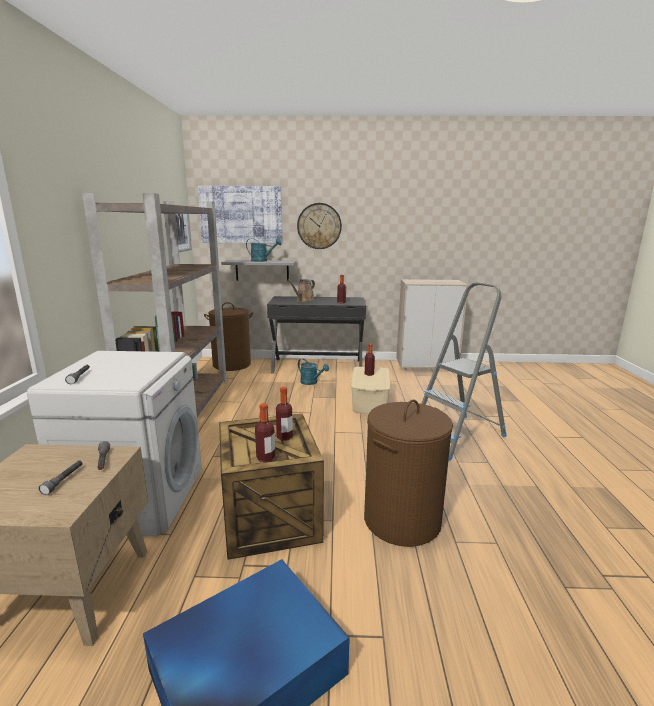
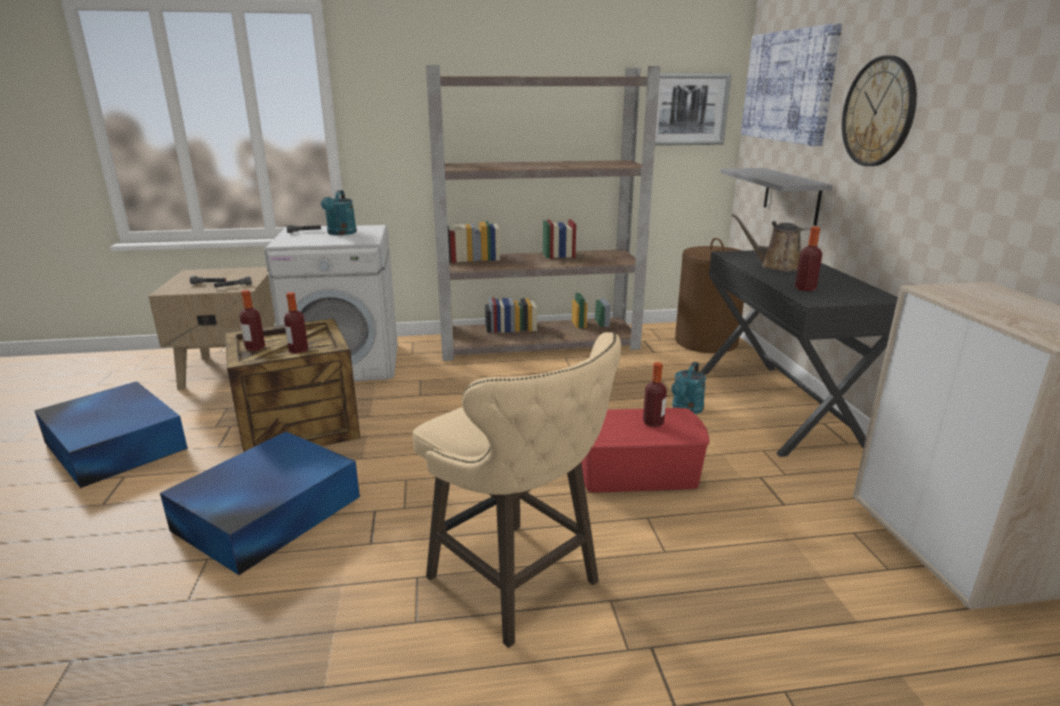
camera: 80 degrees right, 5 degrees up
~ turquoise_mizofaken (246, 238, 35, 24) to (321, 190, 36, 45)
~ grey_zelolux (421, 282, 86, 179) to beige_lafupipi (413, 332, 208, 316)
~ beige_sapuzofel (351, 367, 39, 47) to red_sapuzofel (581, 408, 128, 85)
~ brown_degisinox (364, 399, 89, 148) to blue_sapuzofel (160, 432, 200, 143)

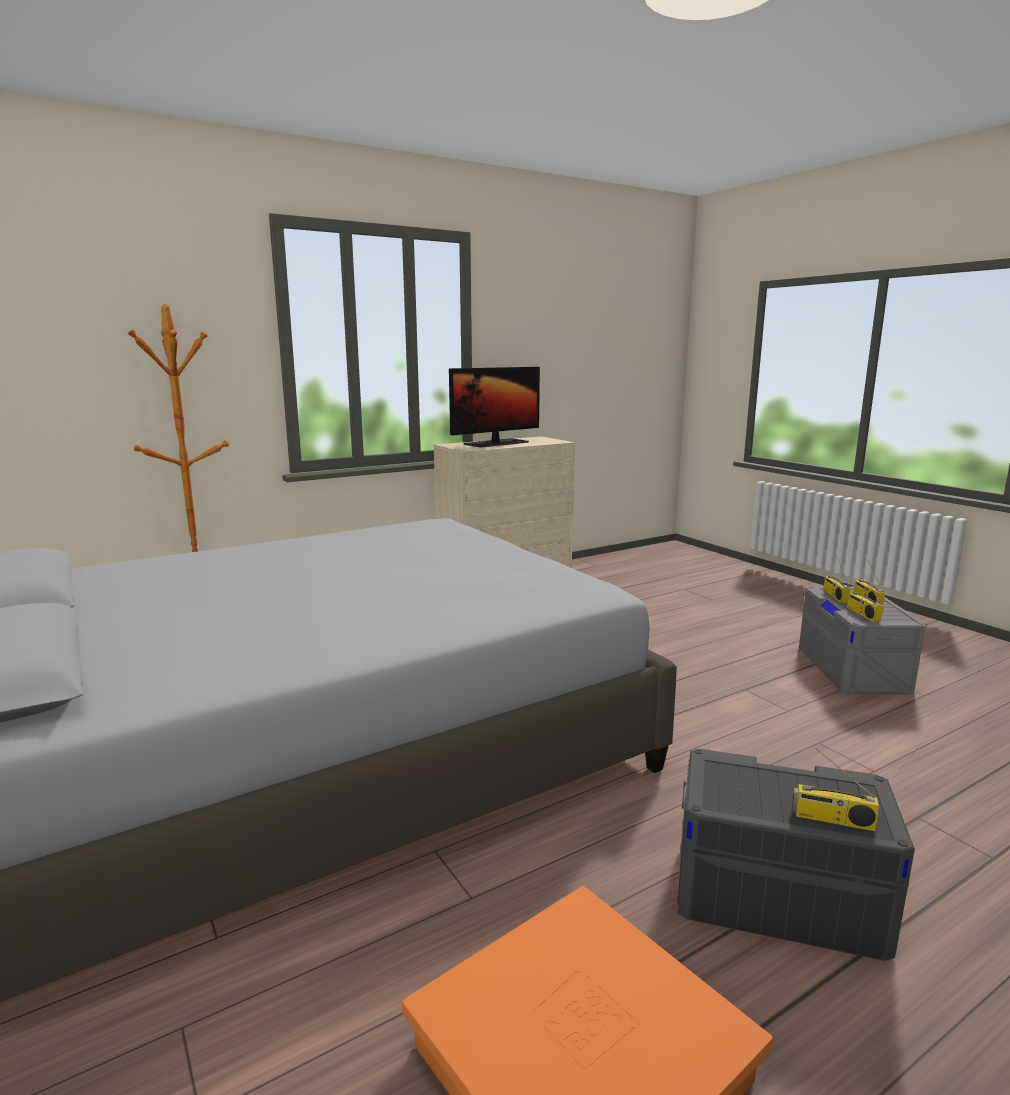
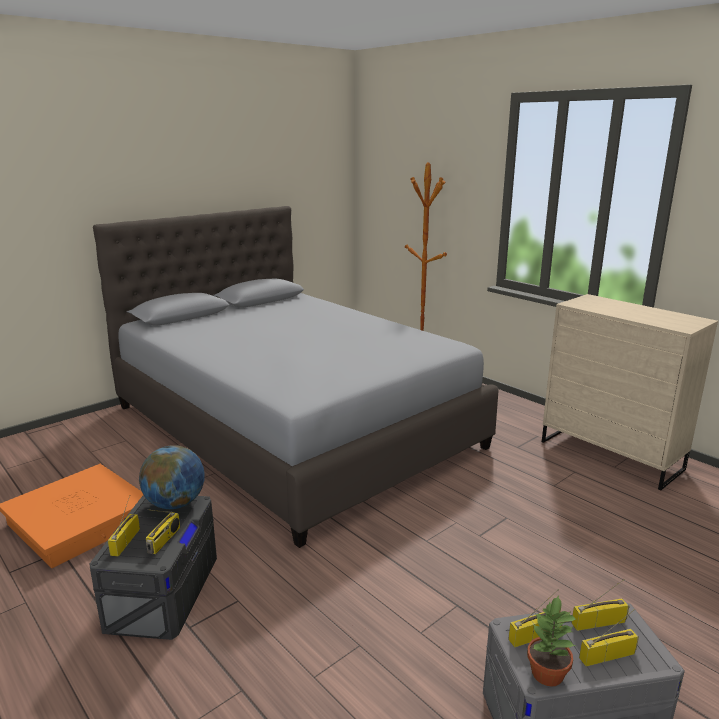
camera: 80 degrees right, 5 degrees up
- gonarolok (449, 367, 91, 81)
+ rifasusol (139, 445, 66, 64)
+ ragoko (146, 510, 34, 44)
+ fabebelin (527, 595, 49, 92)

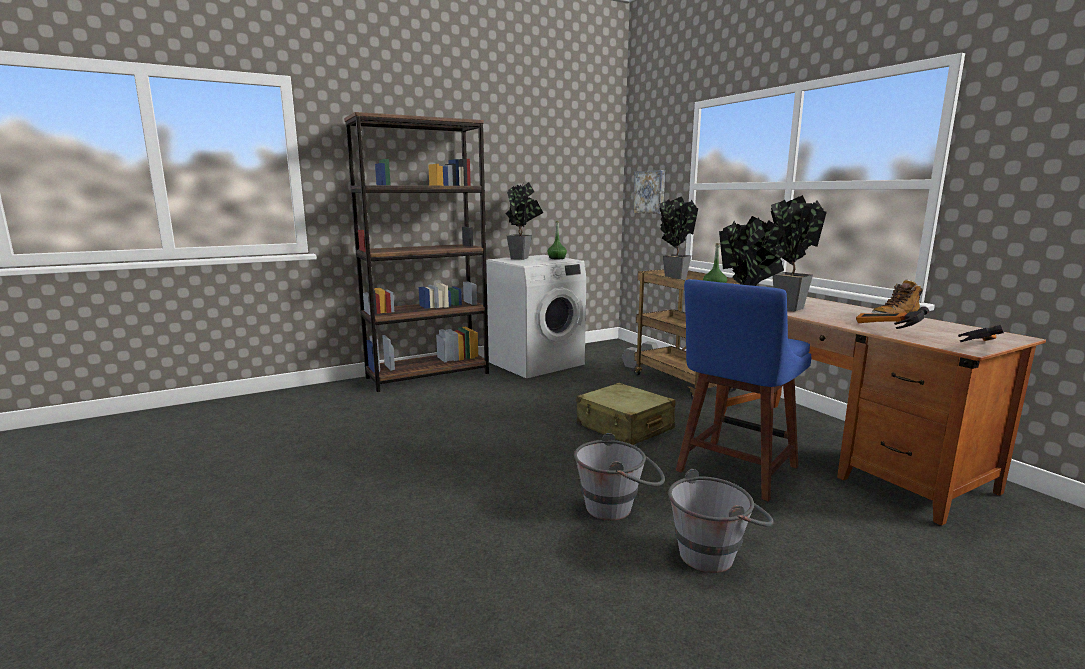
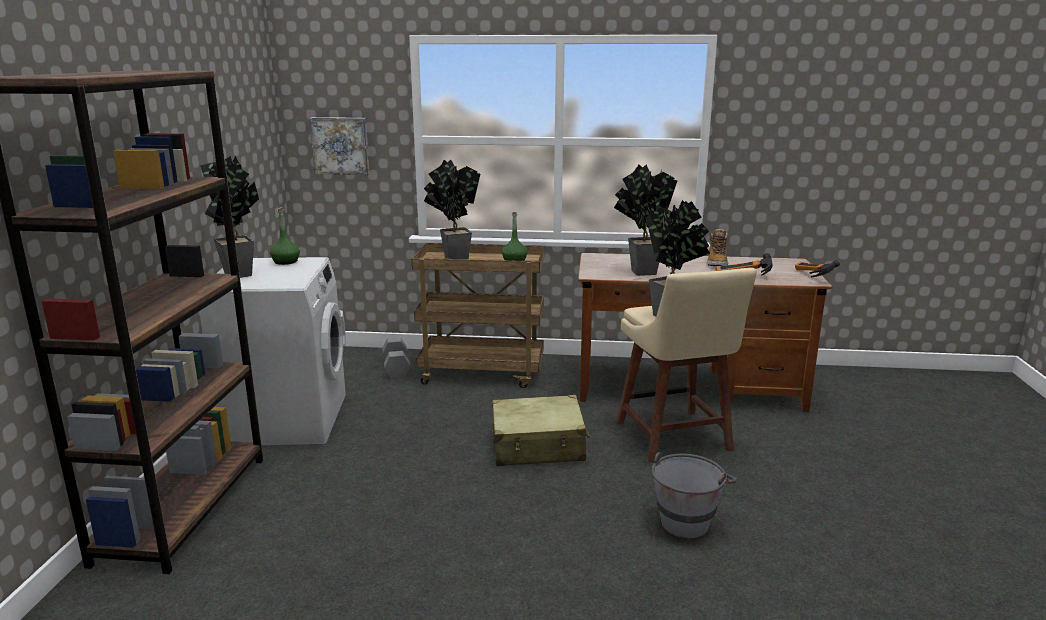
camera: 55 degrees left, 5 degrees up
~ blue_lafupipi (676, 279, 135, 223) to beige_lafupipi (616, 268, 141, 195)
- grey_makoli (668, 469, 106, 104)

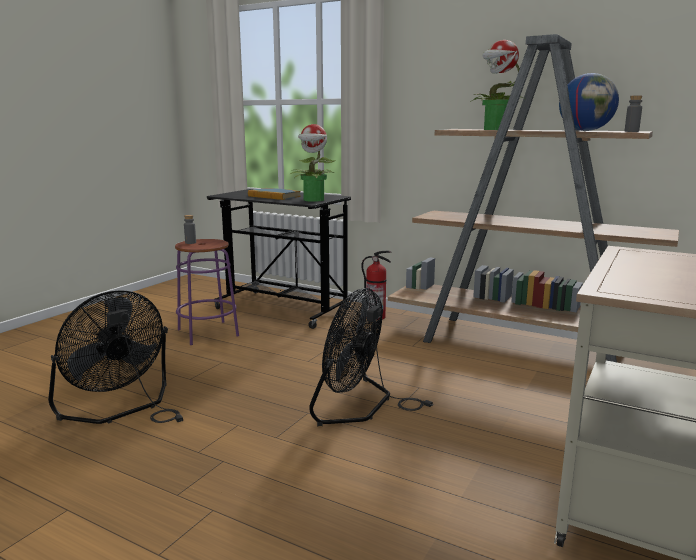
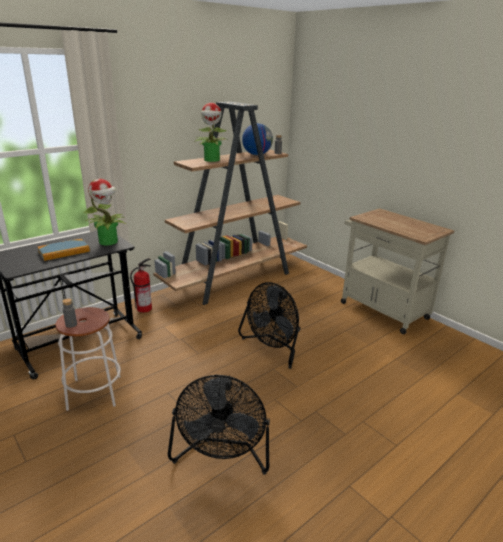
camera: 70 degrees left, 10 degrees up
~ purple_lafupipi (175, 239, 64, 106) to white_lafupipi (55, 307, 66, 104)
~ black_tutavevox (48, 291, 135, 133) = (168, 375, 102, 100) 60 degrees counterclockwise

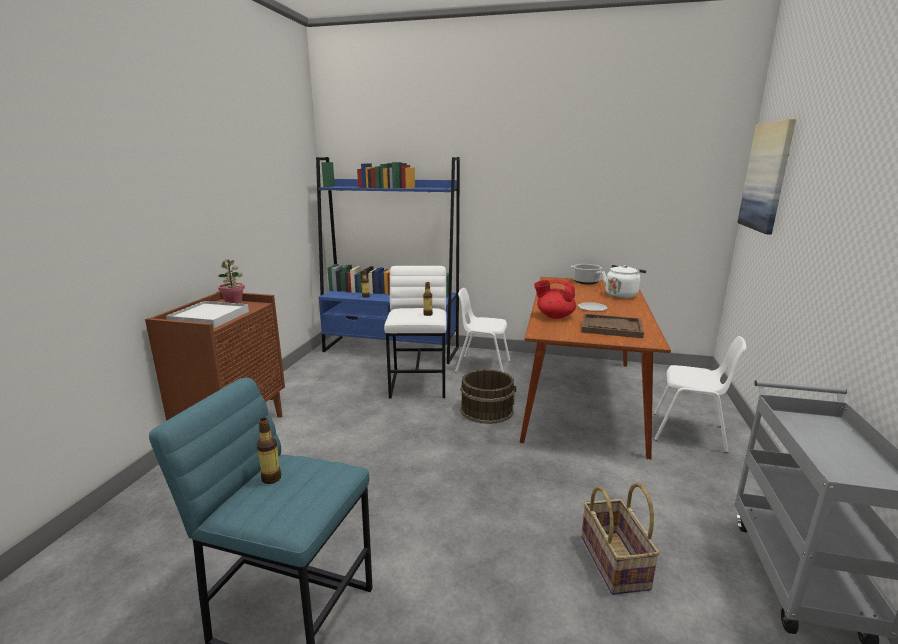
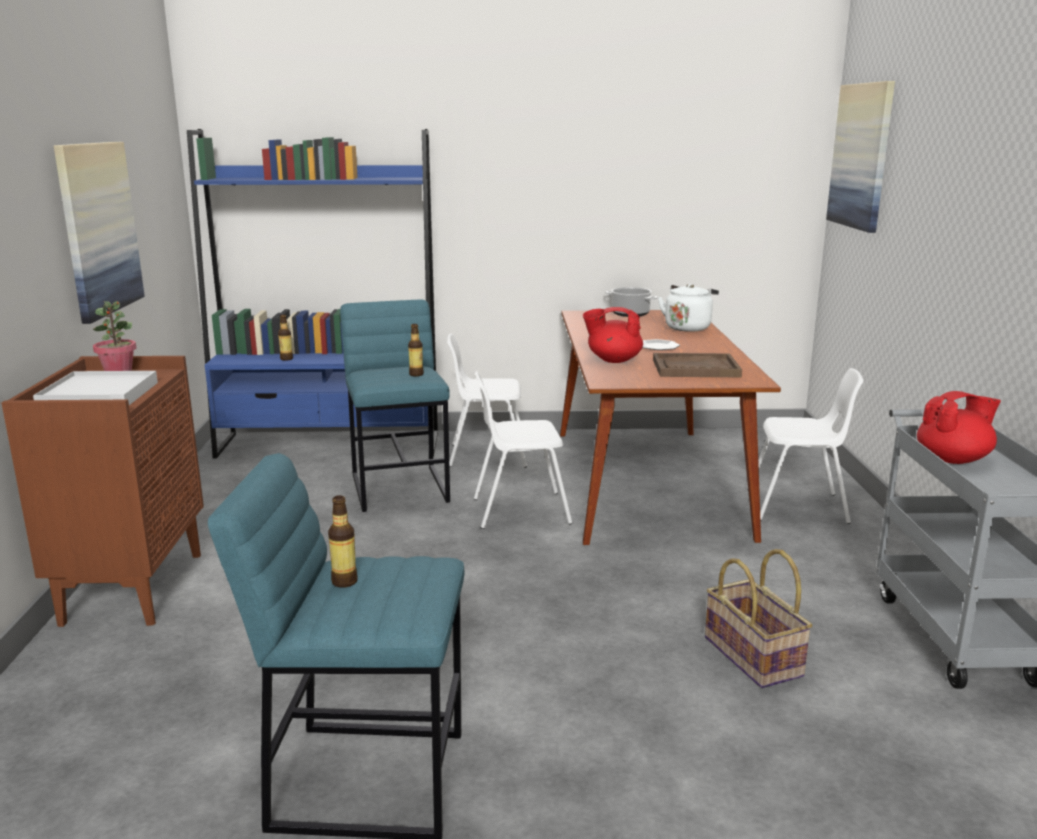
camera: 15 degrees left, 0 degrees up
~ white_lafupipi (384, 266, 63, 132) to blue_lafupipi (340, 300, 110, 212)
~ brown_makoli (460, 369, 56, 55) to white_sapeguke (474, 371, 98, 158)
+ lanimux (54, 142, 91, 182)
+ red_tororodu (917, 391, 84, 73)

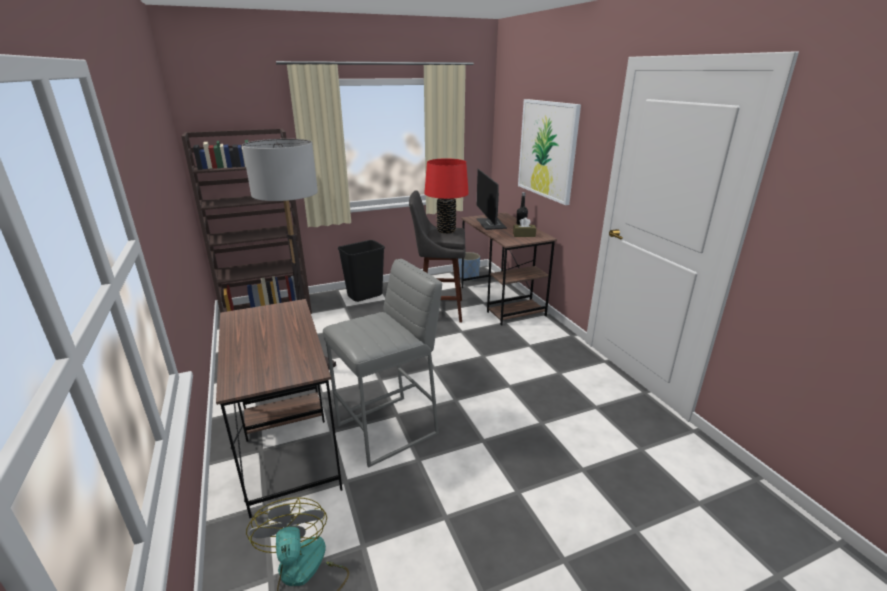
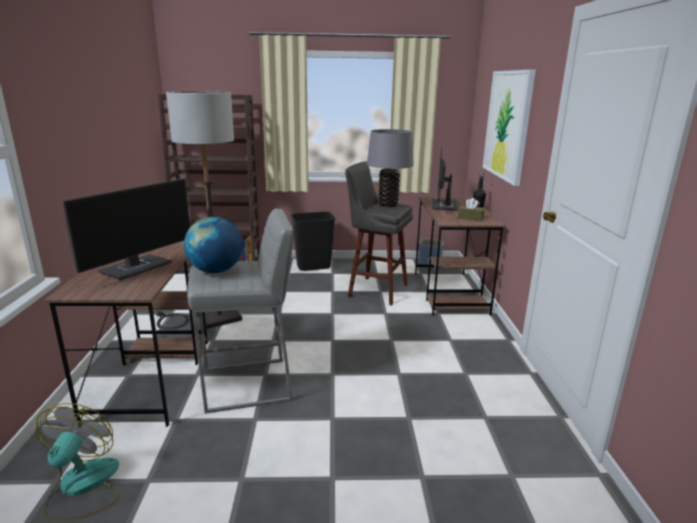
camera: 20 degrees right, 5 degrees down
~ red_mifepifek (424, 158, 45, 76) to grey_mifepifek (367, 129, 47, 78)
+ gonarolok (63, 178, 127, 102)
+ rifasusol (184, 217, 59, 56)

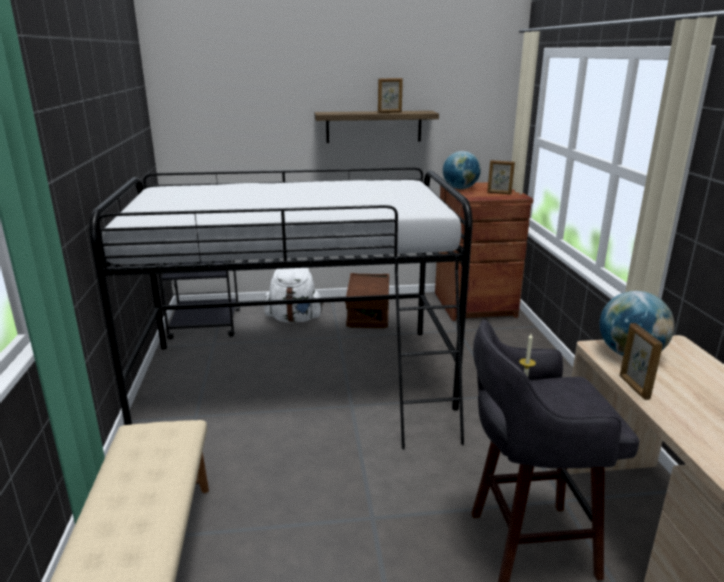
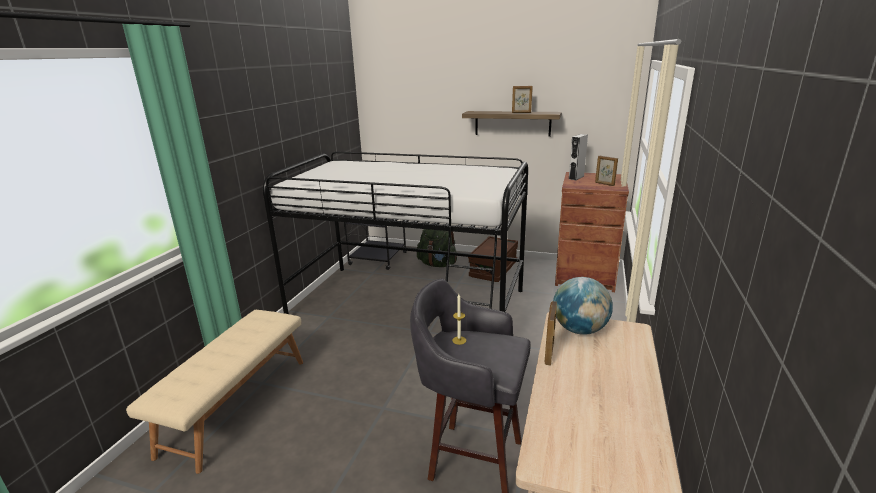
camera: 25 degrees right, 0 degrees up
~ rifasusol (443, 151, 38, 38) to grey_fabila (569, 134, 19, 46)
~ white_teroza (264, 268, 60, 55) to green_teroza (417, 229, 40, 38)

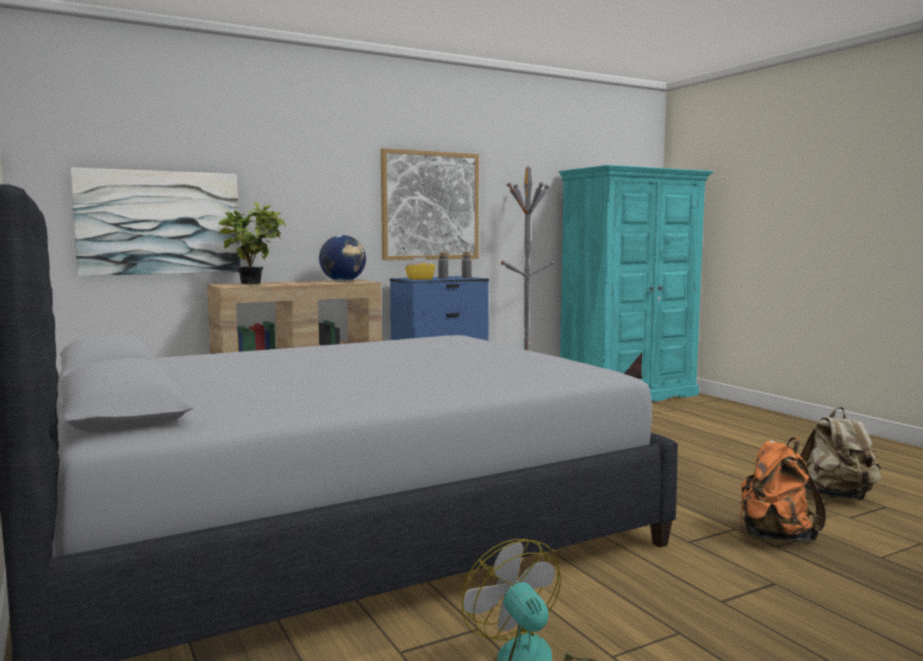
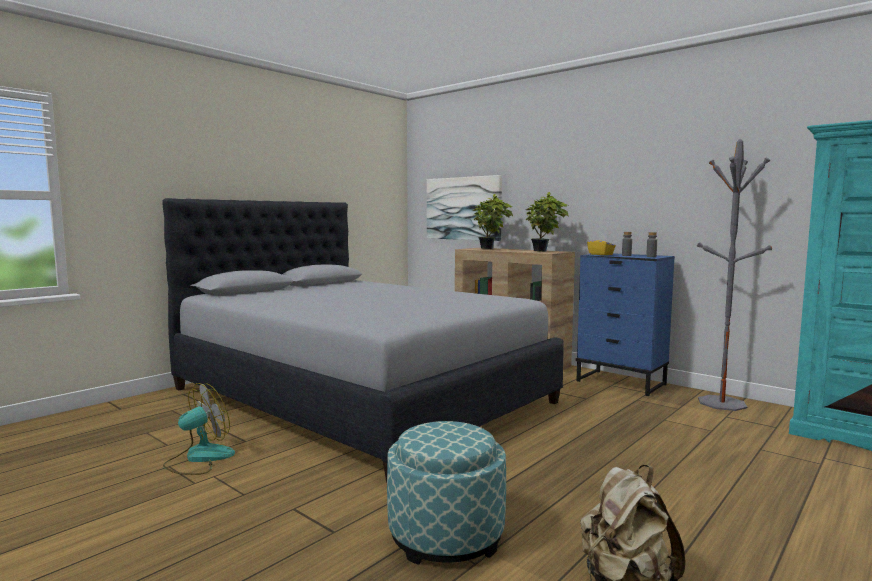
camera: 70 degrees right, 0 degrees up
- lanimux (381, 148, 98, 112)
~ rifasusol (319, 235, 47, 47) to fabebelin (526, 192, 43, 60)
~ orange_teroza (740, 437, 86, 104) to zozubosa (387, 421, 119, 144)

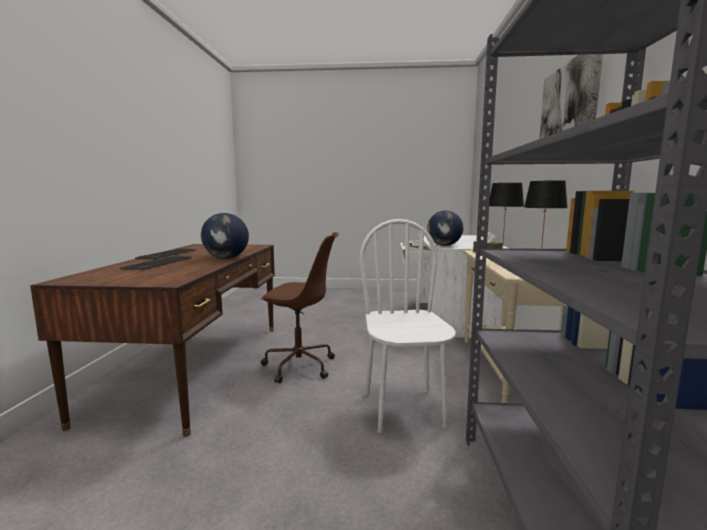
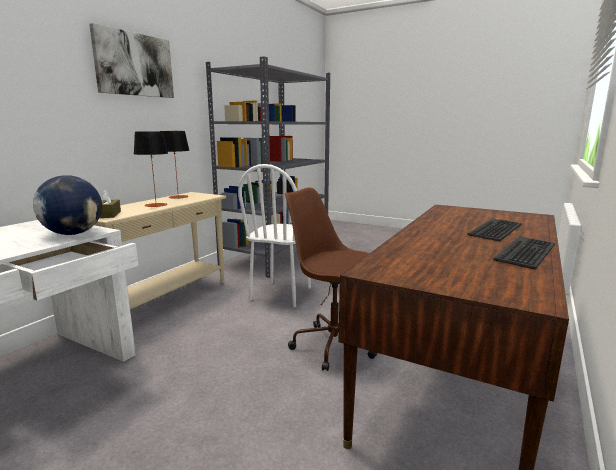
camera: 155 degrees left, 5 degrees up
- rifasusol (201, 213, 48, 46)

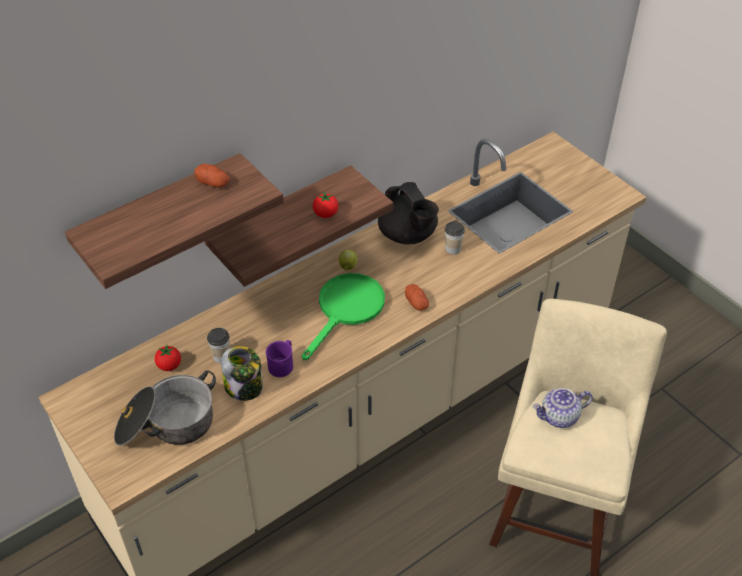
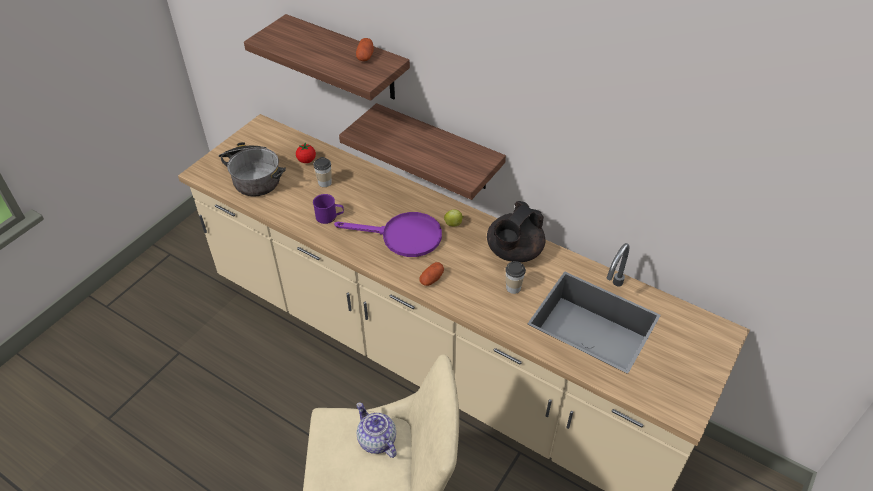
camera: 70 degrees right, 0 degrees up
- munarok (313, 191, 25, 27)
~ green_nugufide (302, 273, 83, 87) to purple_nugufide (334, 212, 108, 45)
- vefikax (221, 346, 42, 55)

